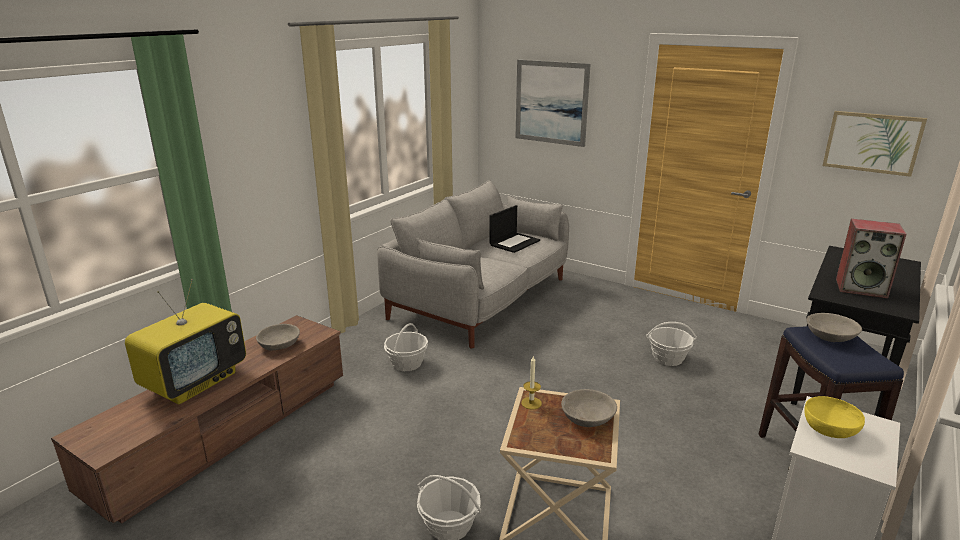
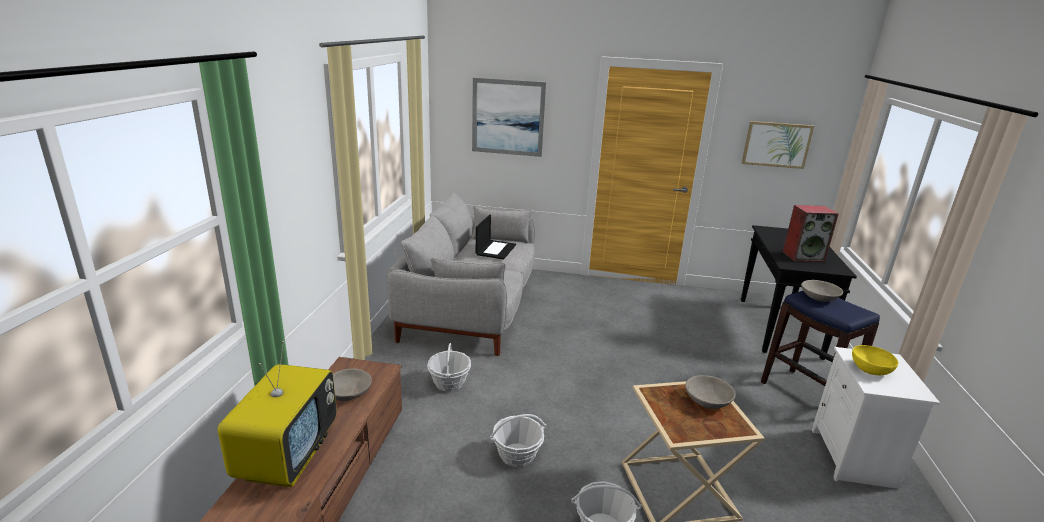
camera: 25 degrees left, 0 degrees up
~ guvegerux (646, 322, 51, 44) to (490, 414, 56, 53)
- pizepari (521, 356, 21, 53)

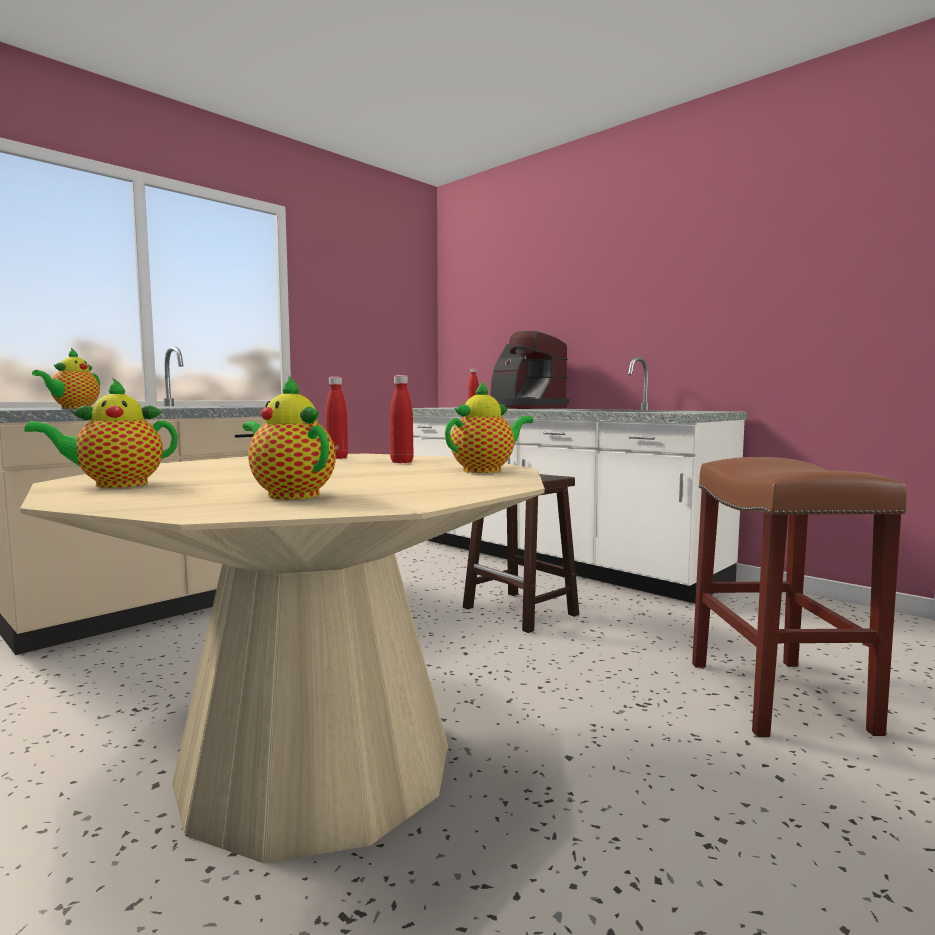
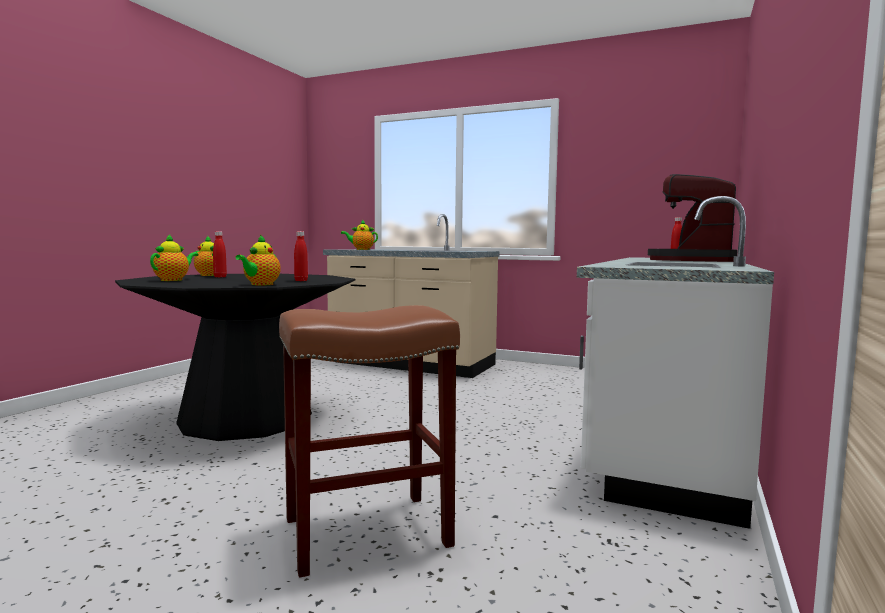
camera: 70 degrees right, 0 degrees up
~ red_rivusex (325, 377, 23, 82) to (213, 231, 14, 46)
~ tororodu (445, 381, 88, 92) = (235, 234, 46, 52) 75 degrees clockwise
~ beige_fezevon (20, 453, 525, 411) to black_fezevon (115, 274, 240, 167)
- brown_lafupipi (463, 474, 116, 159)

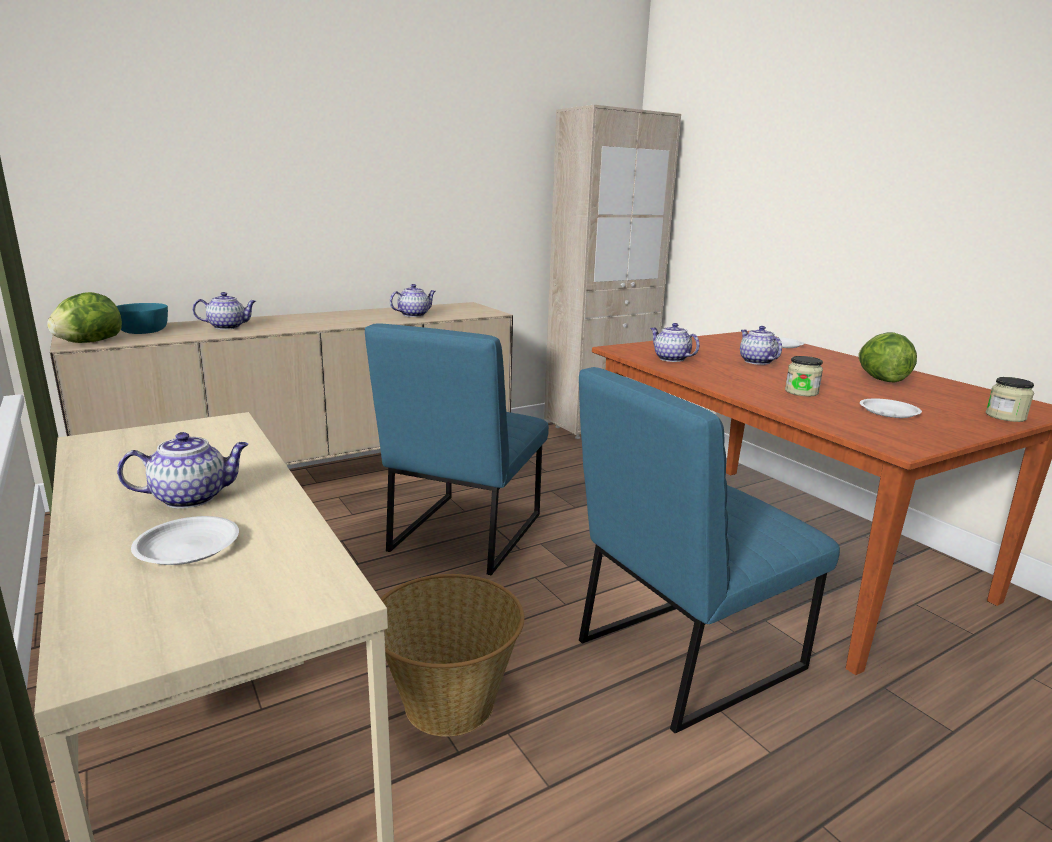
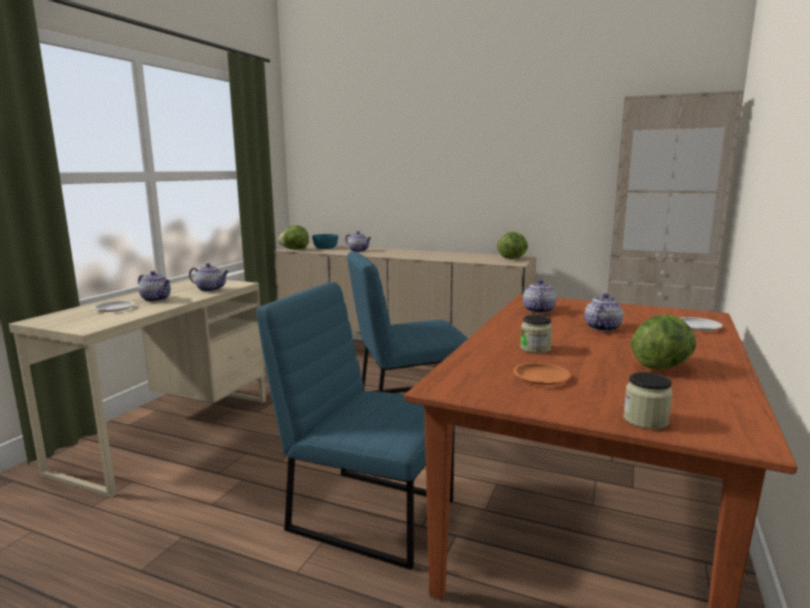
camera: 55 degrees right, 5 degrees down
~ tororodu (390, 284, 45, 33) to (189, 263, 40, 29)
~ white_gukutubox (860, 399, 62, 19) to orange_gukutubox (513, 363, 58, 22)
- guvegerux (380, 574, 144, 163)
+ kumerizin (497, 232, 31, 27)

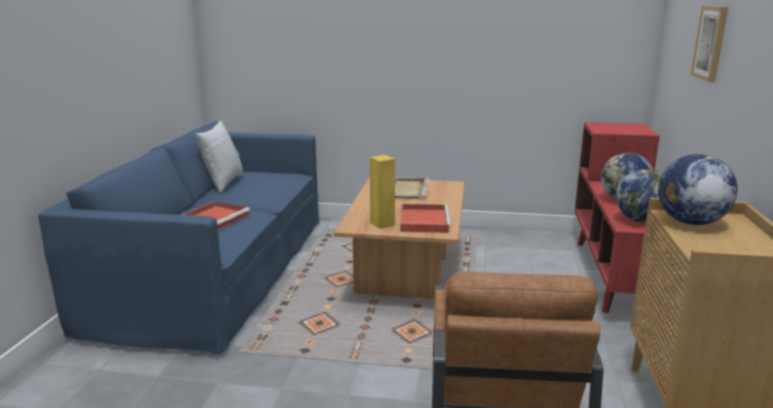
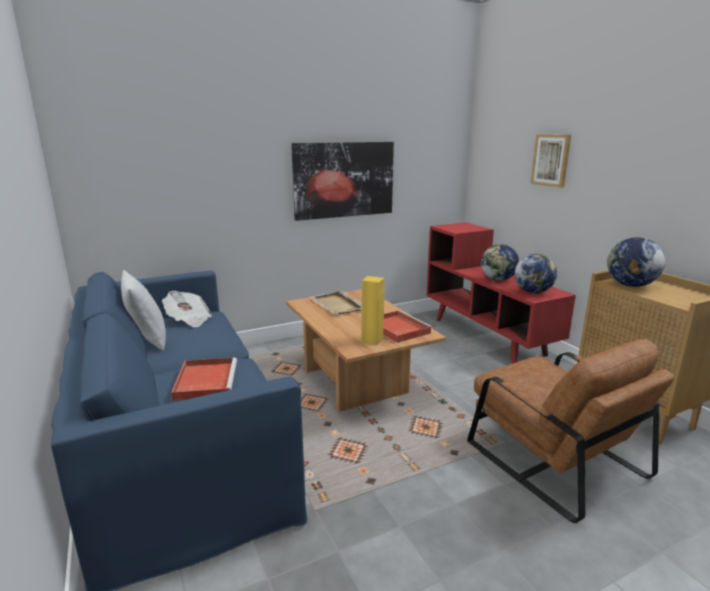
camera: 35 degrees left, 0 degrees up
+ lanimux (291, 142, 103, 79)
+ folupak (162, 291, 50, 36)

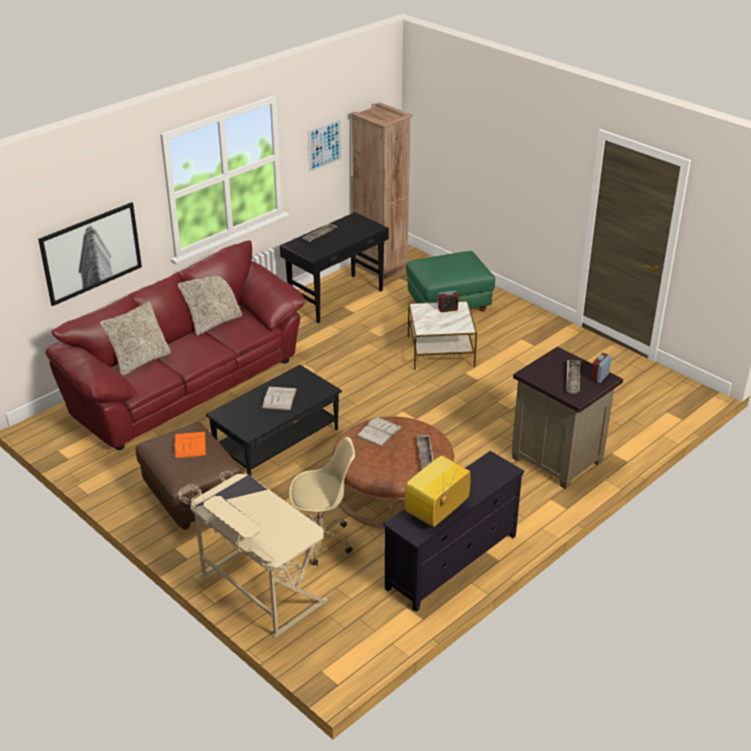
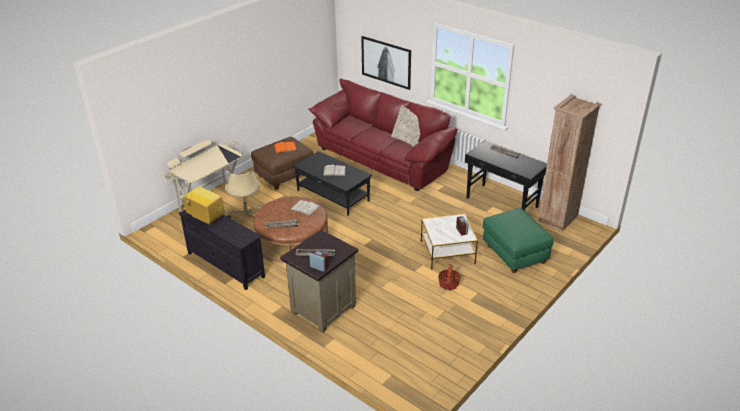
camera: 85 degrees right, 0 degrees up
- lanimux (308, 118, 34, 55)
- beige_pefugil (100, 302, 71, 73)
+ guvegerux (438, 264, 22, 26)

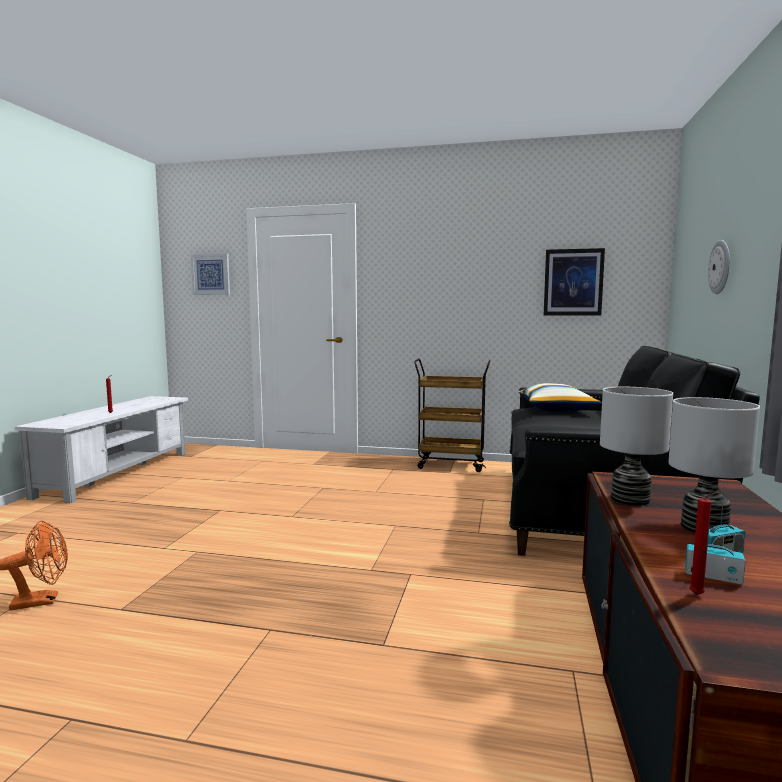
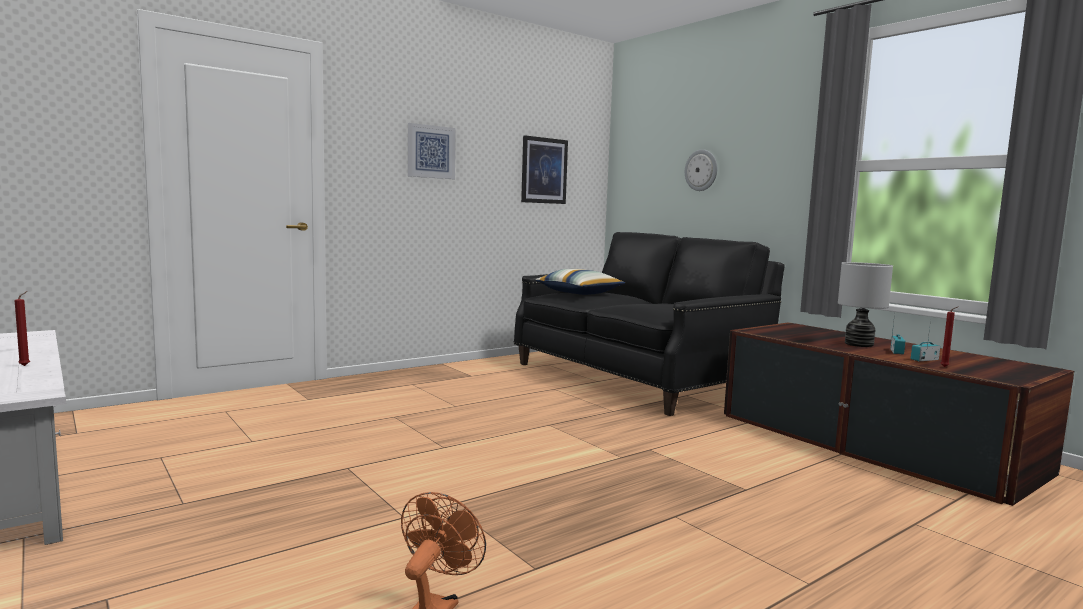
camera: 50 degrees left, 0 degrees up
~ lanimux (191, 254, 39, 41) to (408, 123, 48, 56)
- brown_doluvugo (415, 359, 76, 113)
- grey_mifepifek (600, 387, 73, 118)

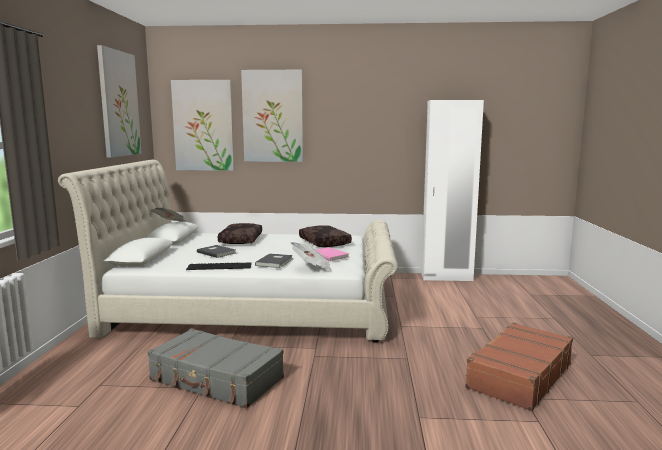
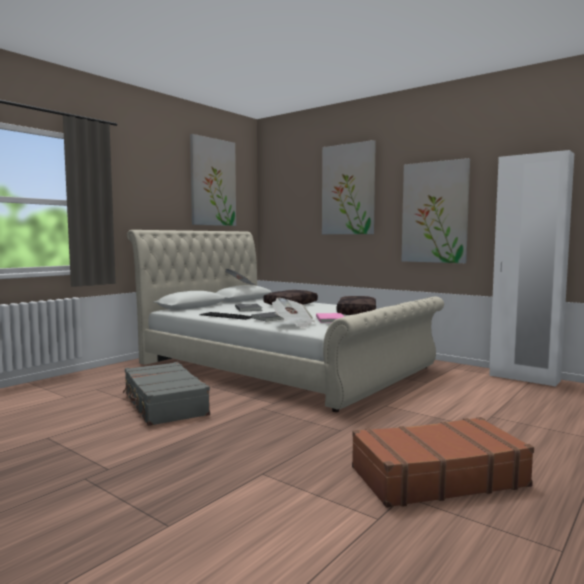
camera: 35 degrees right, 5 degrees down
~ lanimux (171, 80, 63, 91) to (402, 158, 68, 105)

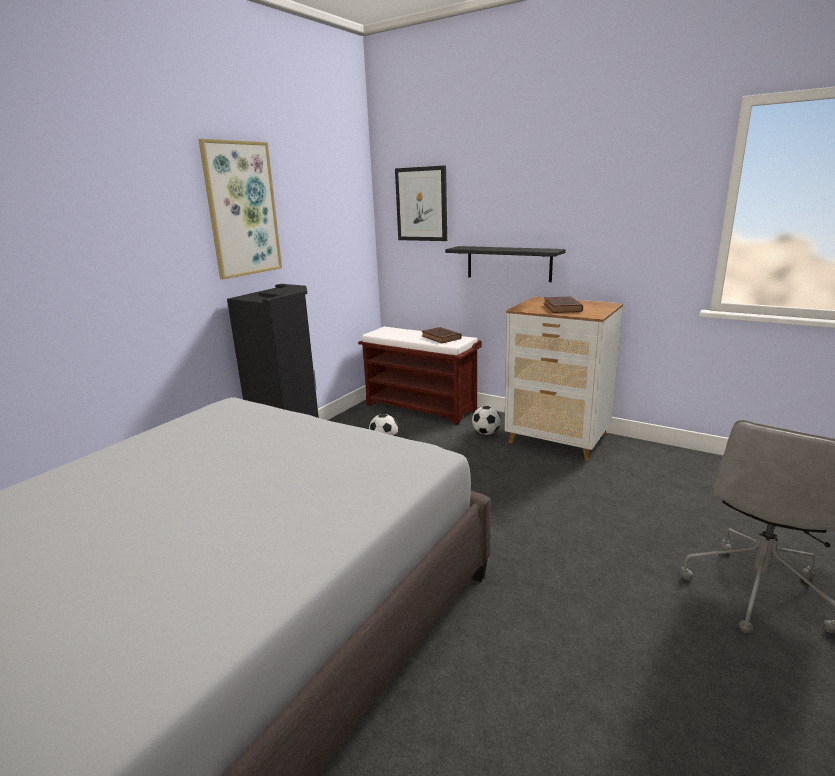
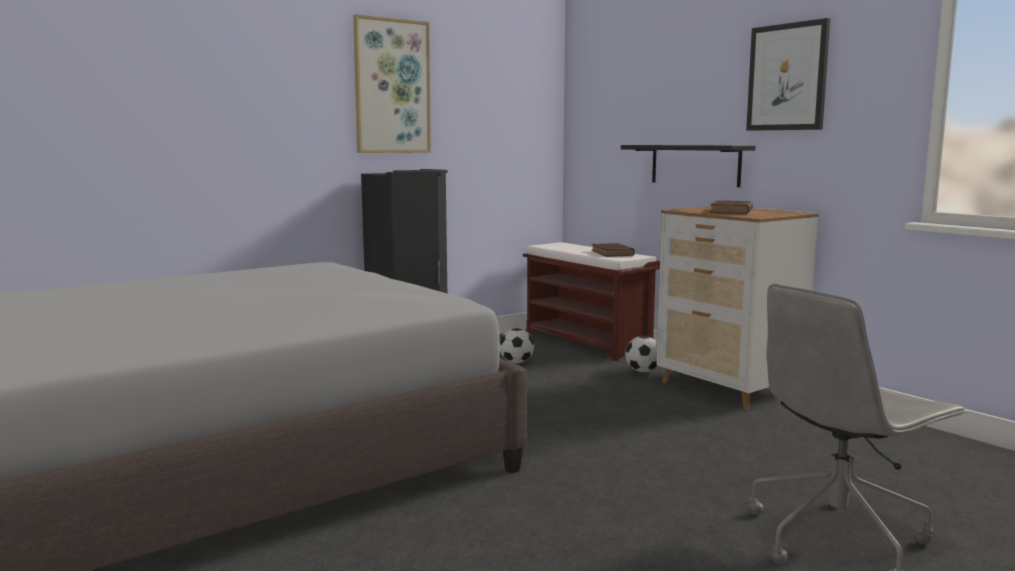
camera: 20 degrees right, 10 degrees down
~ lanimux (395, 166, 52, 75) to (746, 18, 84, 113)

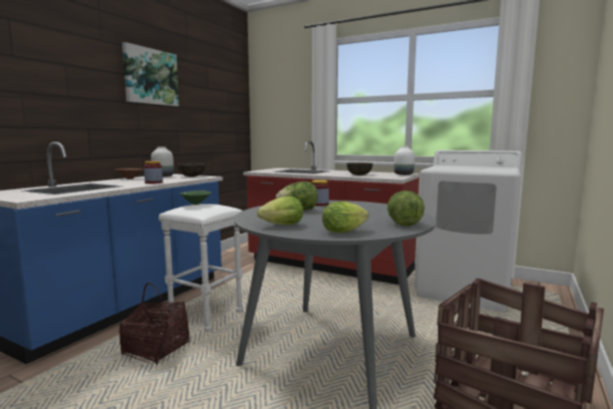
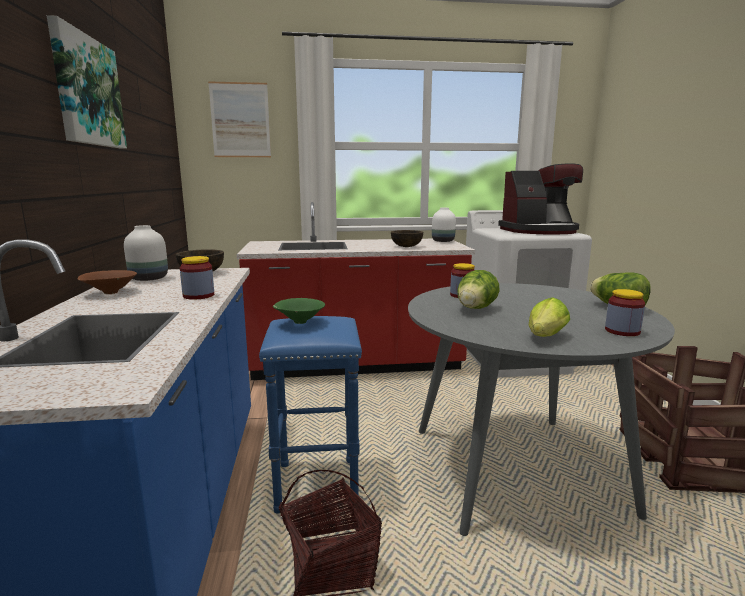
camera: 35 degrees left, 5 degrees up
~ kumerizin (322, 201, 47, 32) to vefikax (605, 289, 40, 47)
~ white_lafupipi (159, 204, 84, 128) to blue_lafupipi (259, 316, 103, 198)
+ lanimux (208, 81, 63, 76)
+ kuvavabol (498, 164, 85, 70)

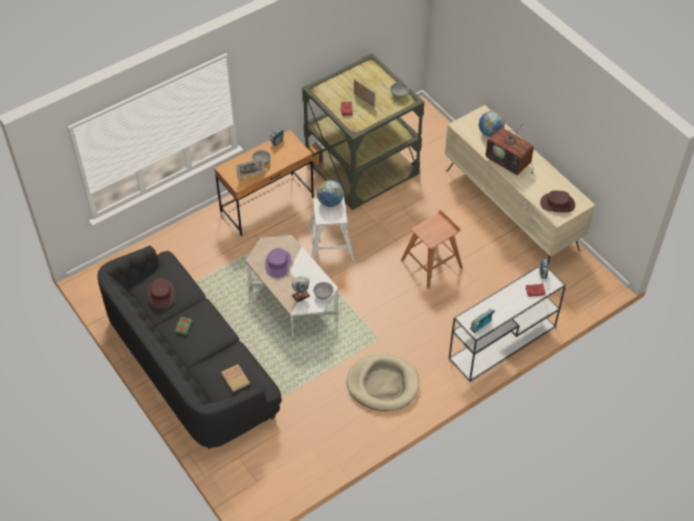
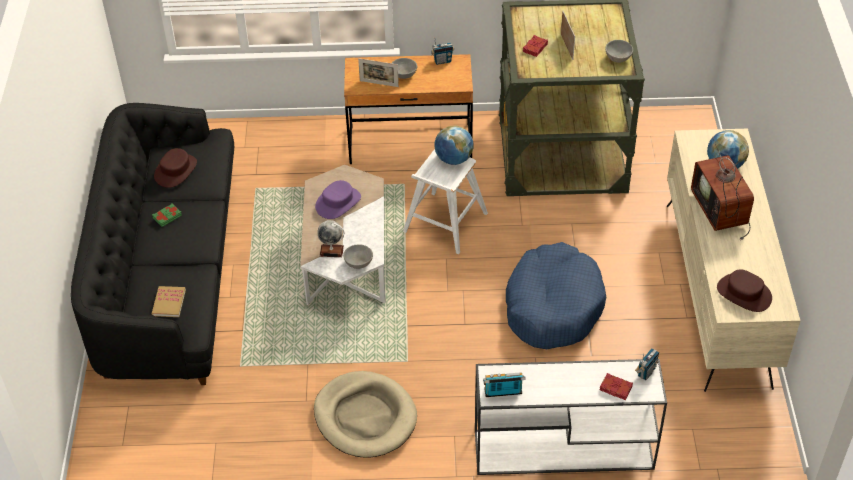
camera: 35 degrees right, 5 degrees down
~ brown_lafupipi (400, 209, 63, 80) to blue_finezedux (506, 242, 100, 107)

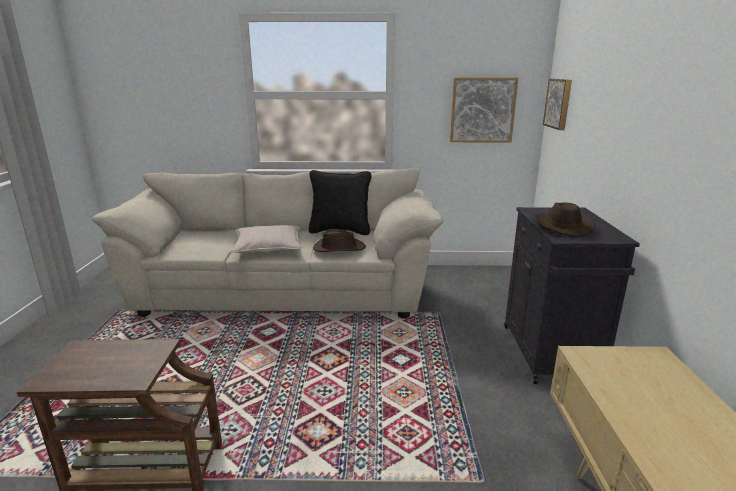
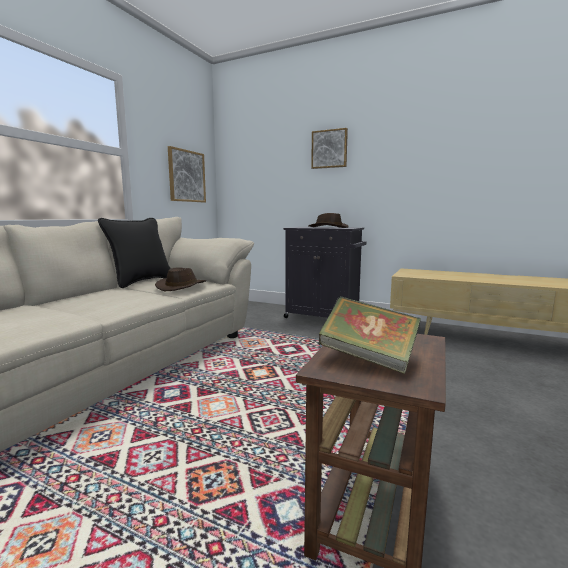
camera: 65 degrees left, 10 degrees down
~ lanimux (543, 79, 29, 51) to (311, 128, 37, 41)
- beige_pefugil (230, 225, 72, 28)
+ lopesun (318, 296, 103, 78)

